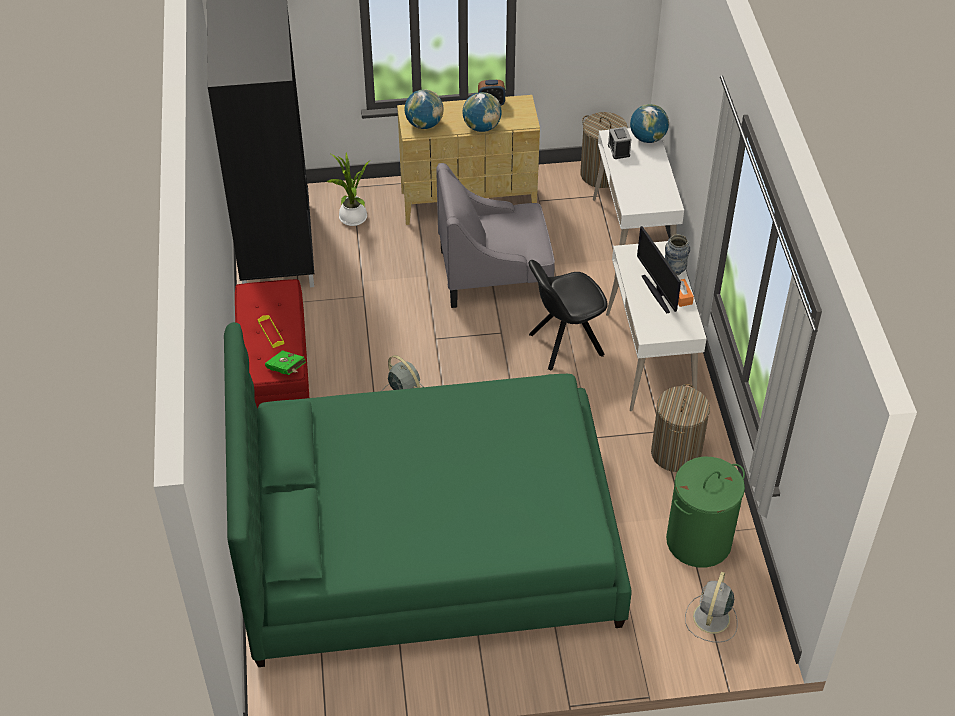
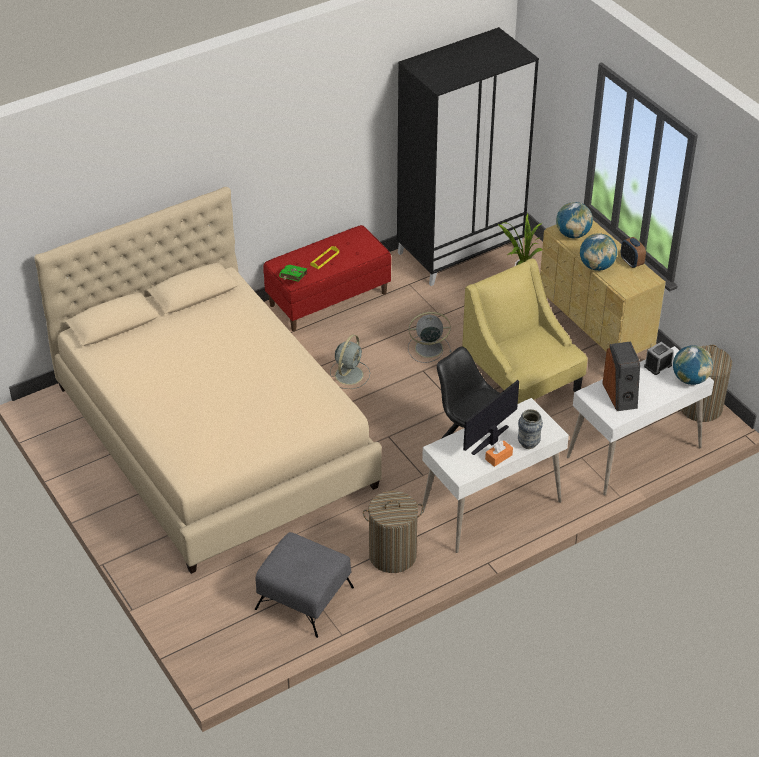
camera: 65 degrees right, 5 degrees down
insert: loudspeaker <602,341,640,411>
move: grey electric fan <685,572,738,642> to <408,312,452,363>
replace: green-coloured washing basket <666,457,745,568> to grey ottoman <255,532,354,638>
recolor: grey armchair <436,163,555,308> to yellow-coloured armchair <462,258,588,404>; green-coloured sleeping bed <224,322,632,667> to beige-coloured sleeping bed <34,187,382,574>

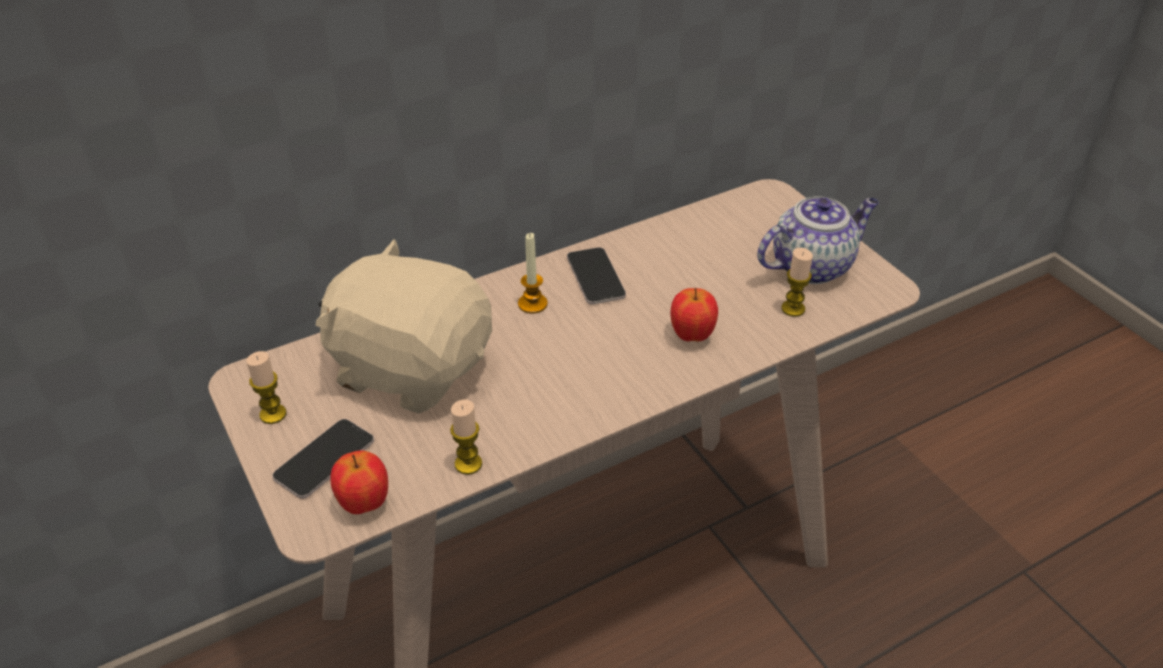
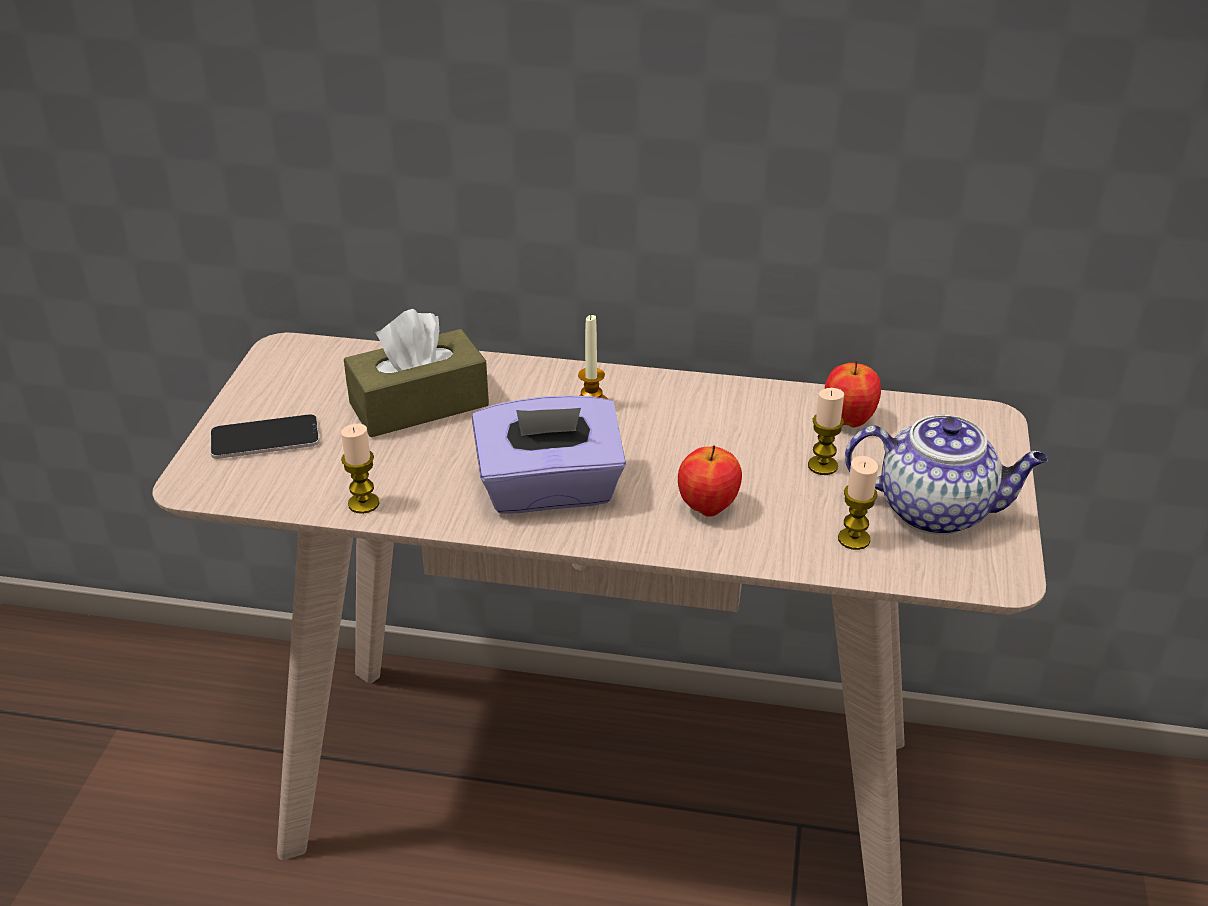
camera: 40 degrees right, 5 degrees down
delete: phone <567,247,626,304>
insert: purple tissue box <472,395,626,514>
move: wax light <246,351,287,424> to <808,388,844,475>; whole apple <330,450,388,514> to <825,361,881,427>
replace: beige-coloured cuddly toy <316,239,492,414> to brown-coloured tissue box <344,309,489,437>

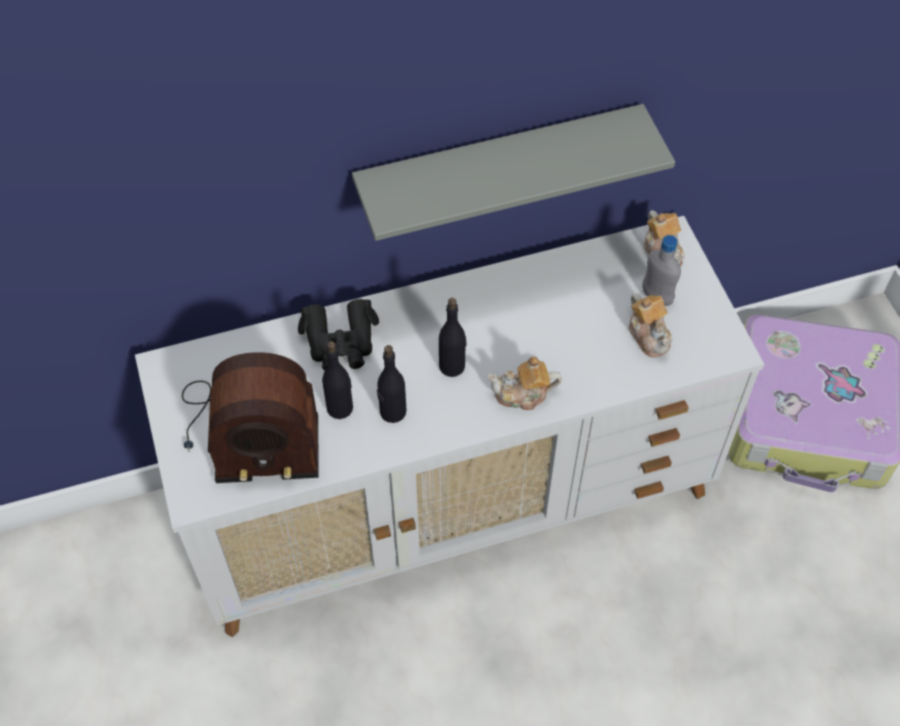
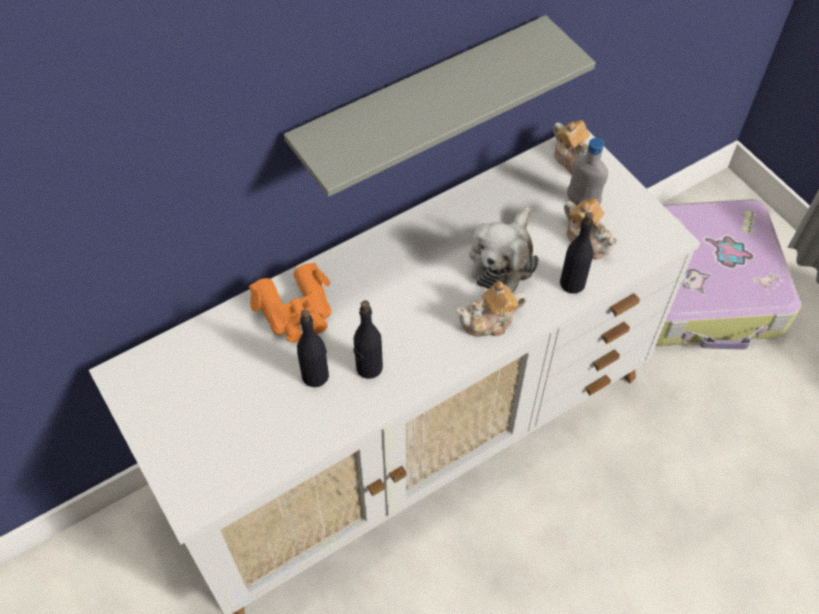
camera: 15 degrees left, 0 degrees up
delete: radio receiver <182,352,319,483>
insert: cuddly toy <469,206,539,293>
move: black-coloured beverage bottle <439,298,467,377> to <560,212,593,294>
recolor: black-coloured pair of binoculars <298,299,379,370> to orange pair of binoculars <249,263,332,343>

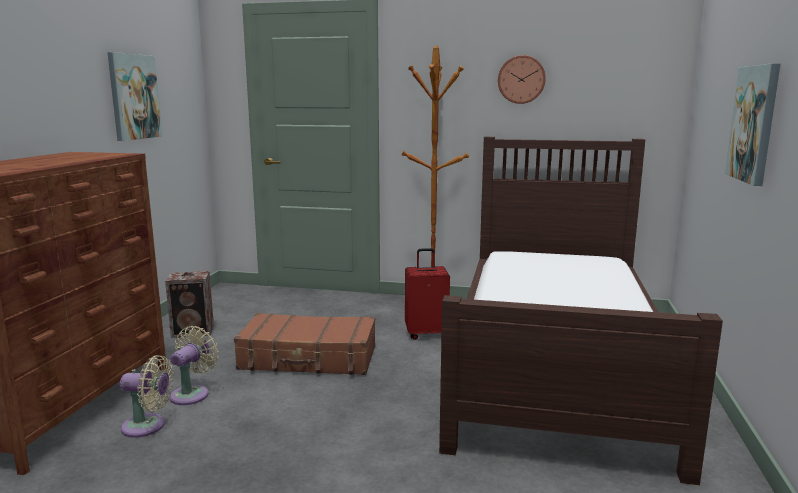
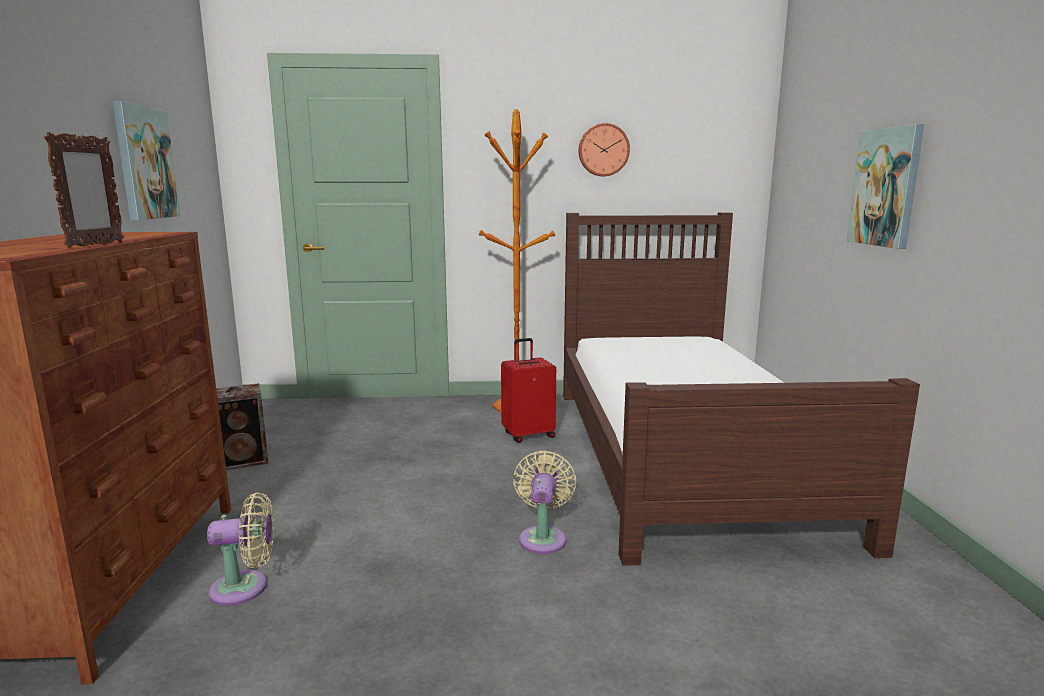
camera: 15 degrees left, 0 degrees up
delete: brown-coloured piece of luggage <234,313,375,375>
insert: standing frame <44,132,124,248>
move: beige-coloured electric fan <170,326,219,405> to <513,451,577,554>

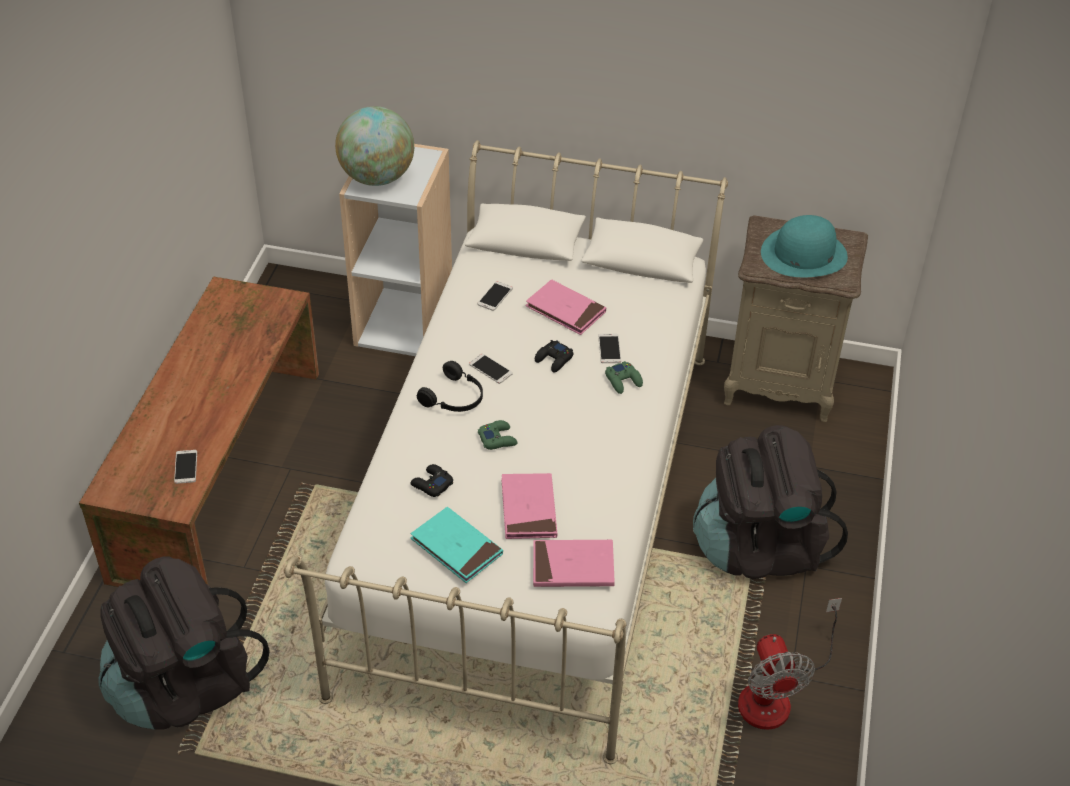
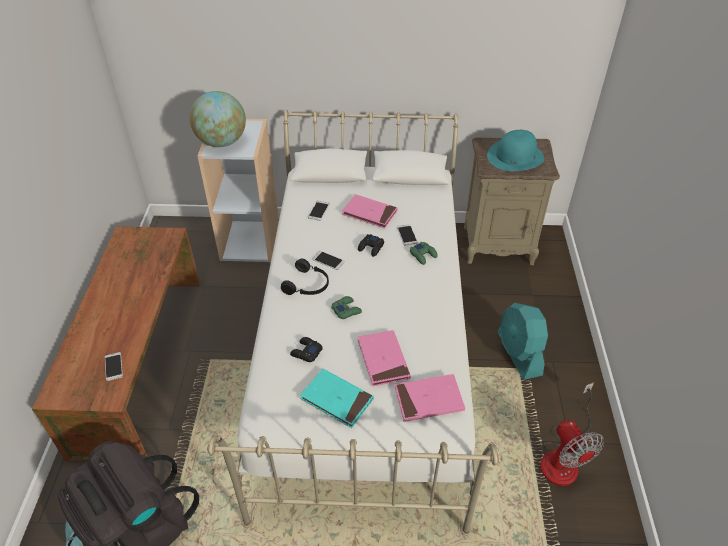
camera: 10 degrees left, 0 degrees up
replace: black-coloured knapsack <693,425,848,579> to turquoise-coloured electric fan <498,303,548,380>

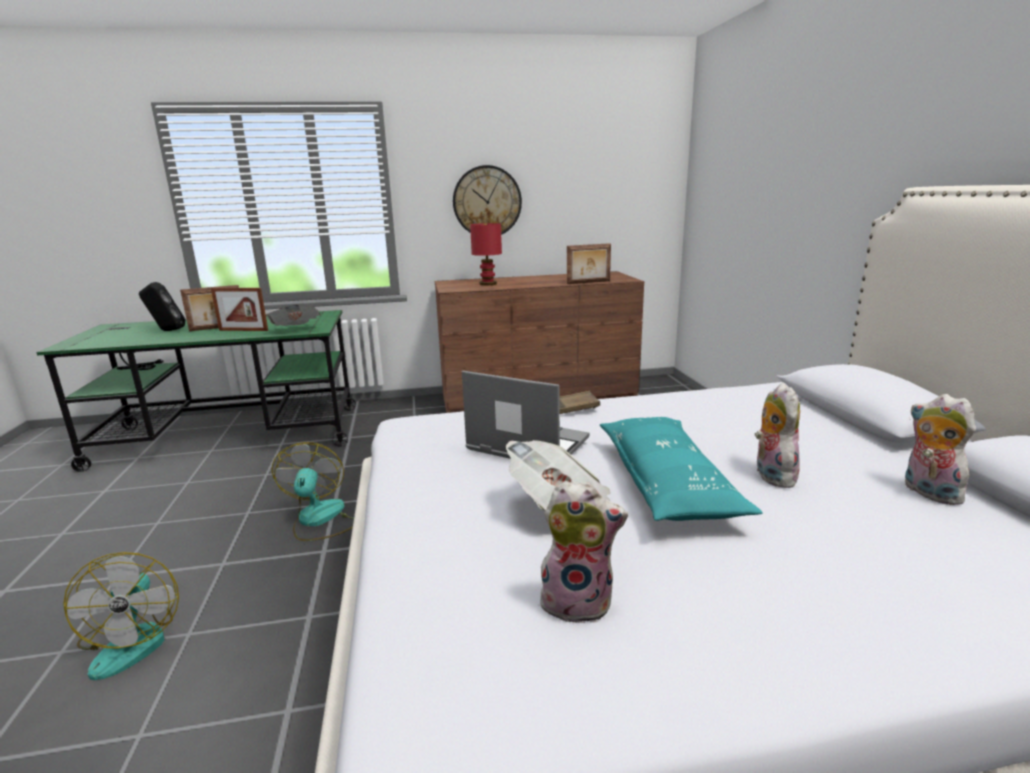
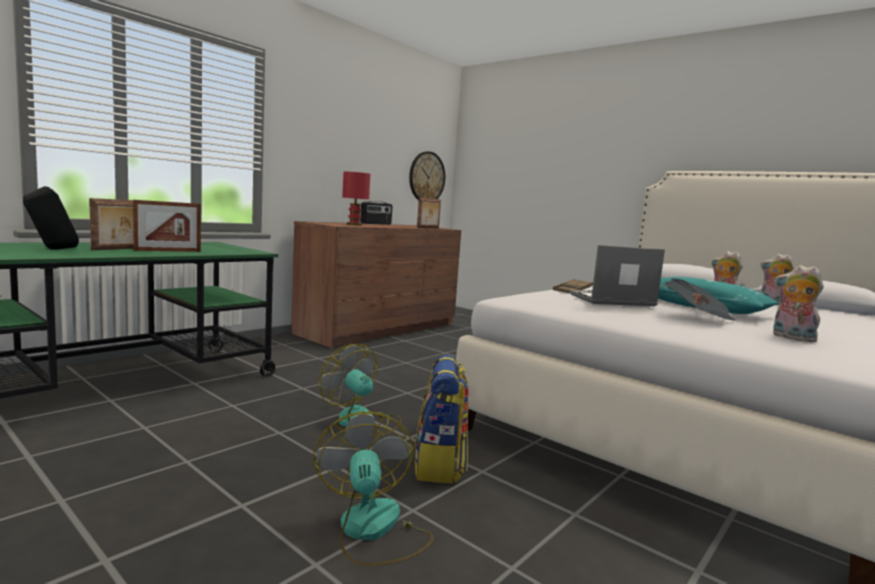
camera: 40 degrees left, 10 degrees down
delete: newspaper <266,305,320,326>
insert: radio receiver <360,201,393,225>; knapsack <414,355,469,483>
move: hanging clock <453,165,522,235> to <409,151,445,200>
rotate: cuddly toy <540,481,628,623> = <773,265,824,342> 105 degrees counterclockwise; electric fan <63,552,179,680> = <313,411,434,566> 135 degrees counterclockwise

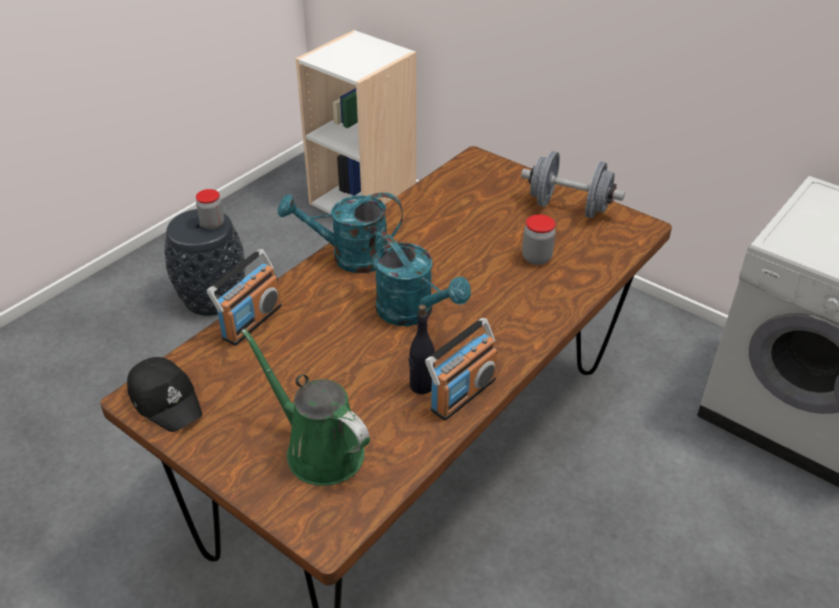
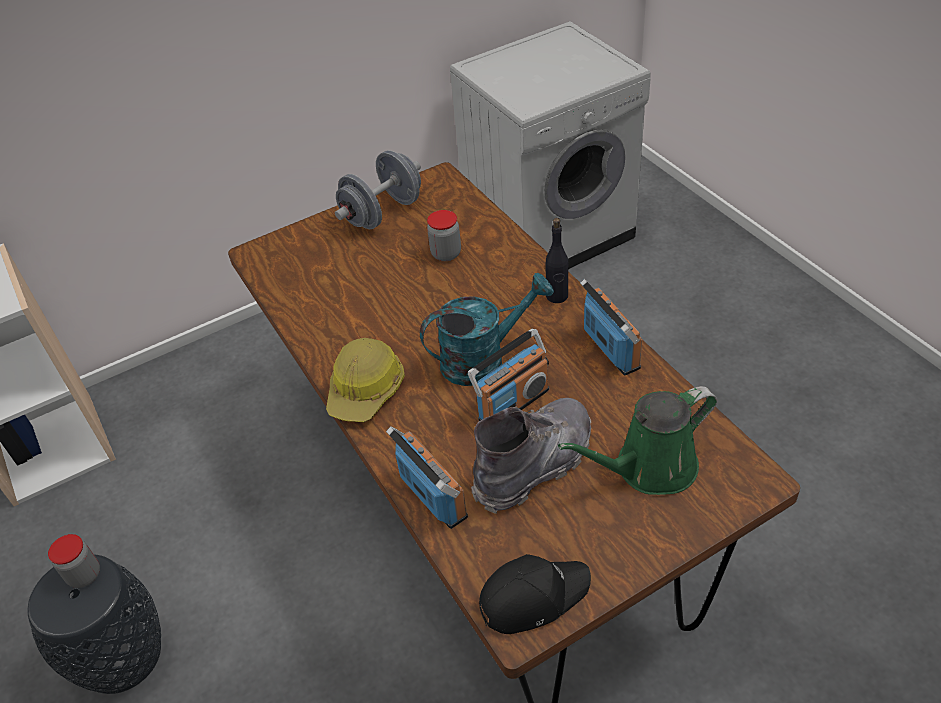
camera: 65 degrees left, 5 degrees up
insert: radio receiver <468,329,549,421>; grey boot <471,398,591,514>
move: black-coloured beverage bottle <409,305,435,394> to <546,218,568,303>
replace: turquoise-coloured watering pot <278,192,403,273> to hard hat <326,338,405,422>

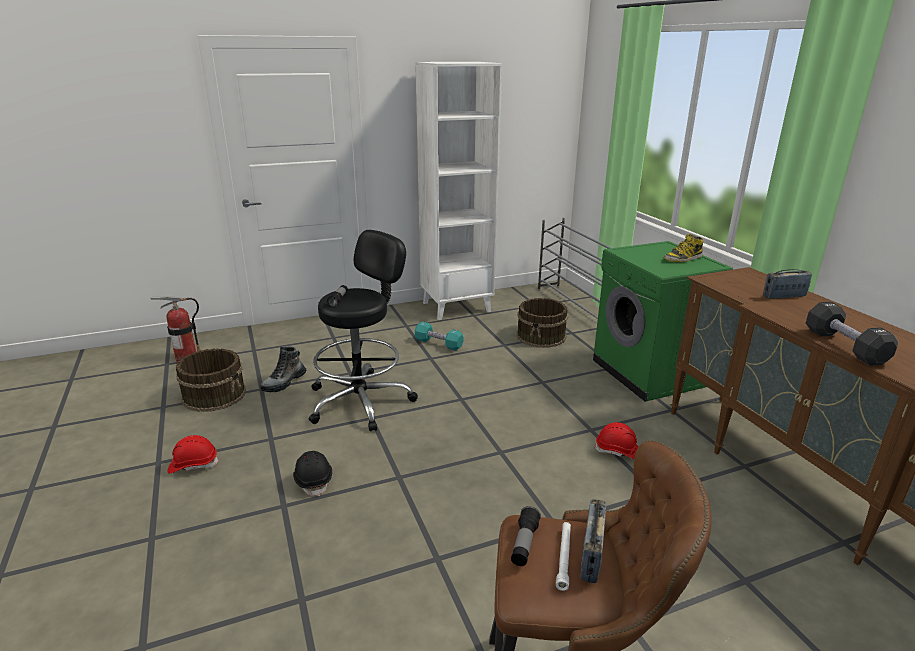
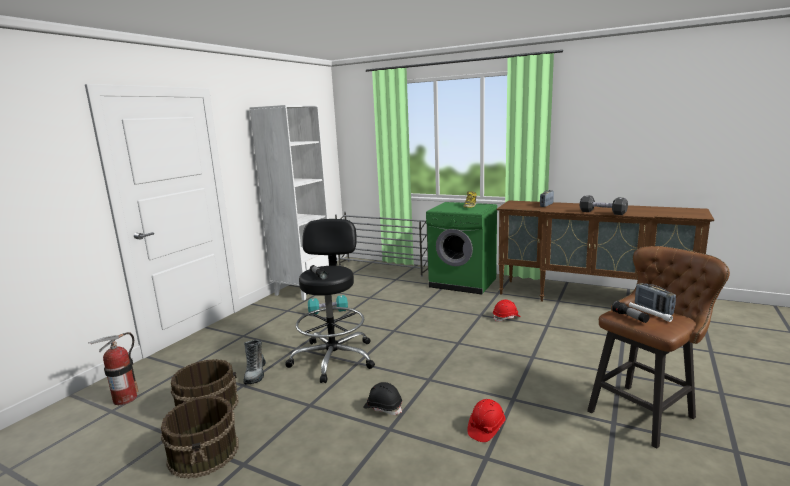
camera: 40 degrees left, 10 degrees down
move: brown-coloured pail <516,298,568,348> to <161,396,239,479>; red hard hat <168,435,219,474> to <467,399,506,442>

